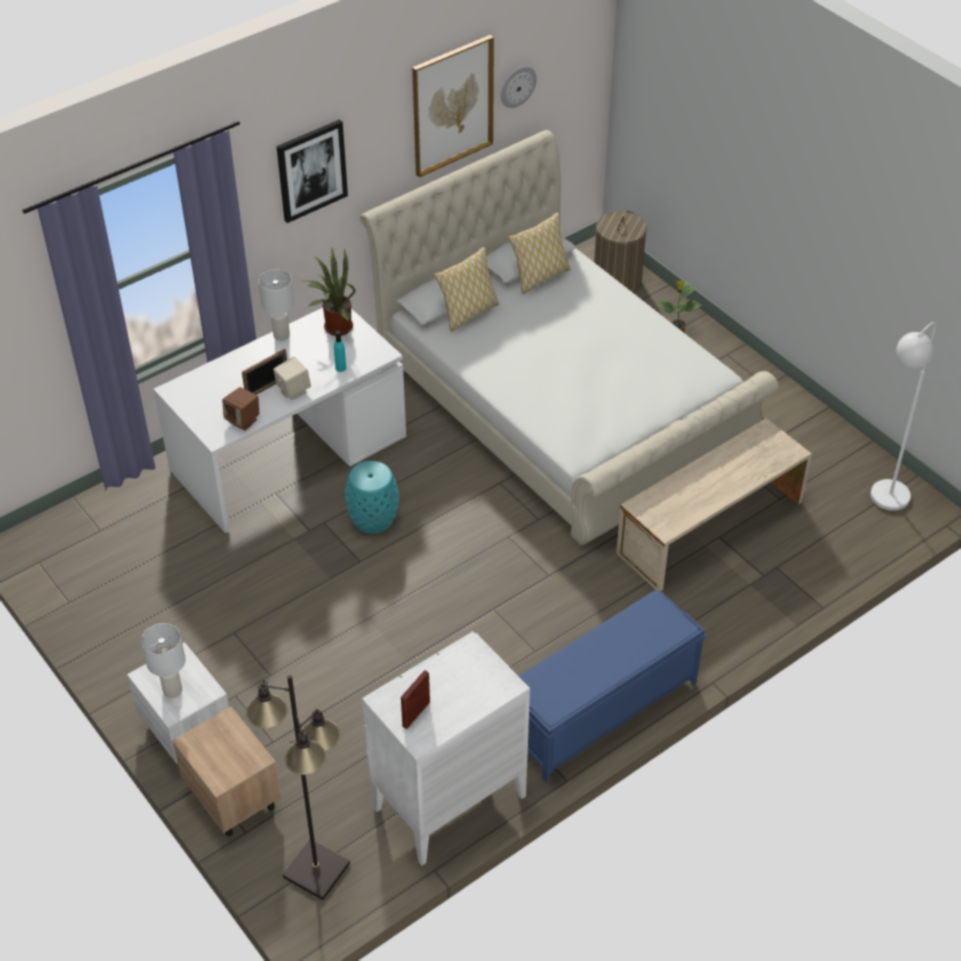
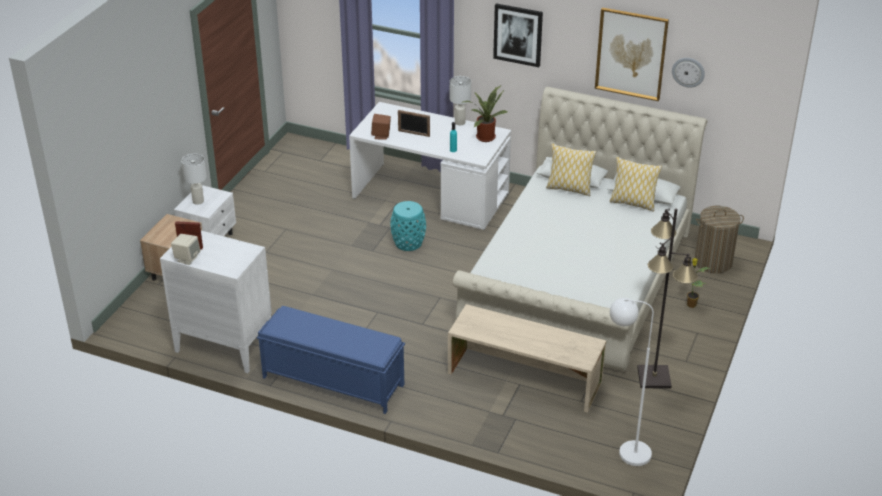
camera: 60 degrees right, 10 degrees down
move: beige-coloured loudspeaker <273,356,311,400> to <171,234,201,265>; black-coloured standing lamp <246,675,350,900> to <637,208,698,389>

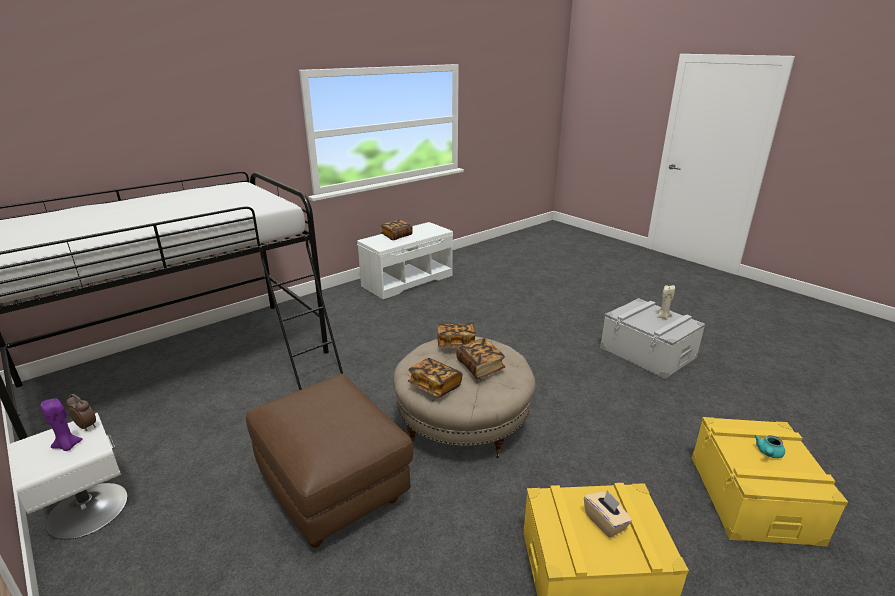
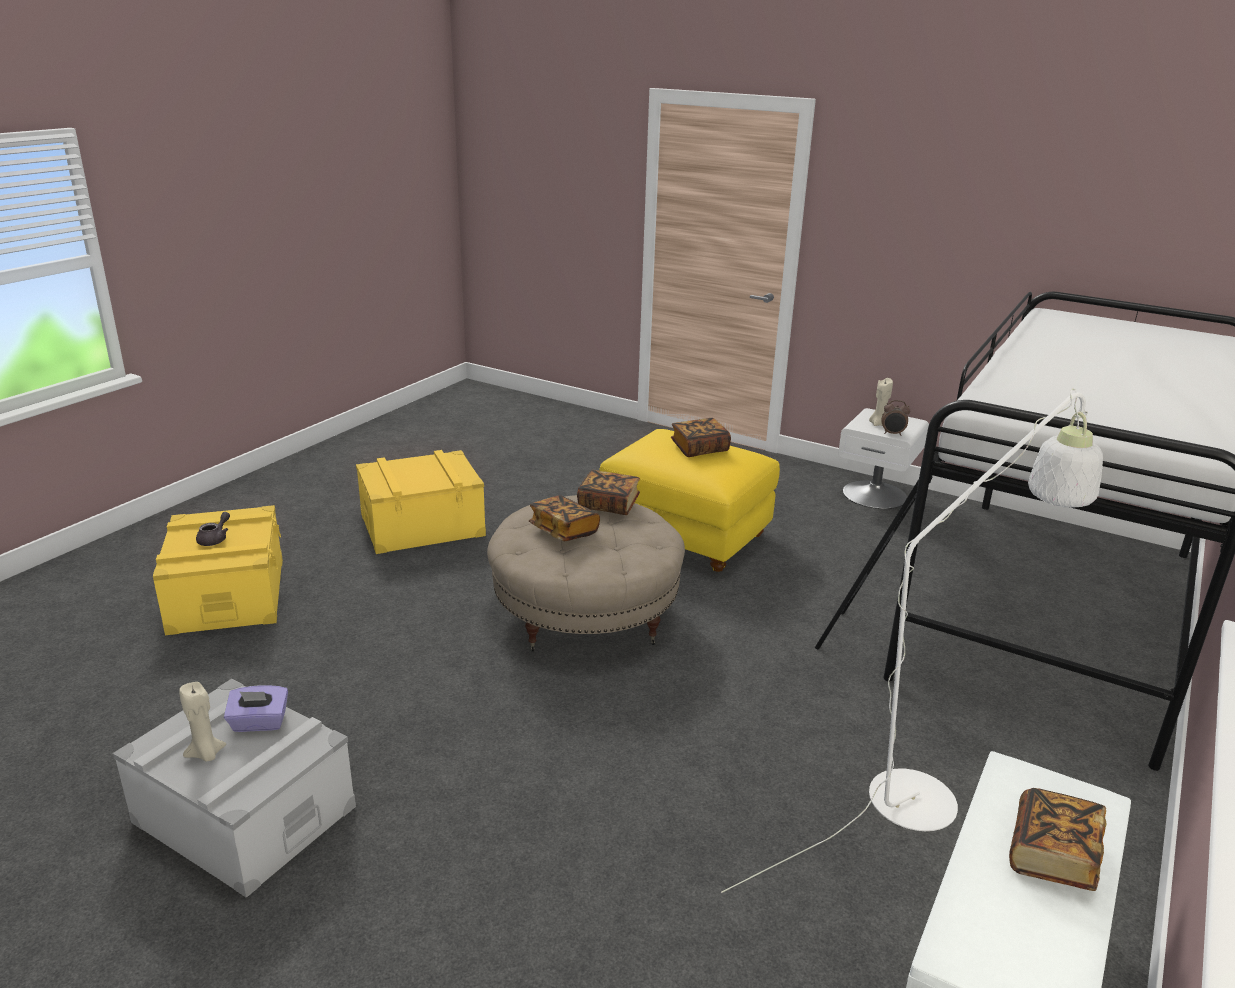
camera: 160 degrees right, 0 degrees up
delete: beige-coloured tissue box <584,490,632,538>
insert: whitish standing lamp <721,388,1103,893>; purple tissue box <224,685,288,732>
move: volume <437,323,476,348> to <671,418,731,457>
recolor: brown-coloured ottoman <246,375,413,547> to yellow-coloured ottoman <599,429,780,572>; purple wax light <40,398,83,451> to beige-coloured wax light <869,378,893,426>; turquoise-coloured teapot <754,435,785,458> to grey teapot <196,512,230,546>

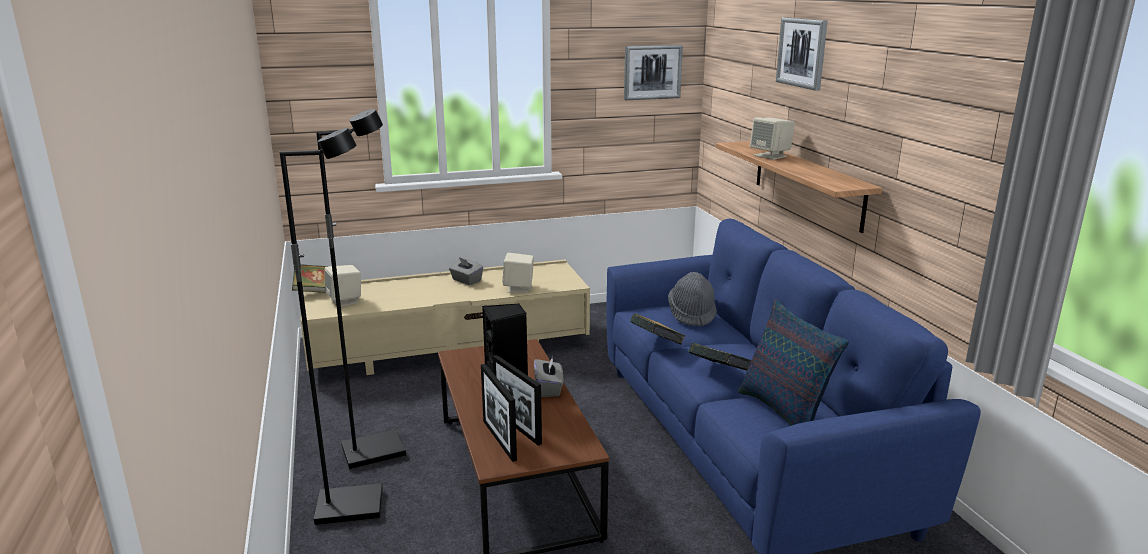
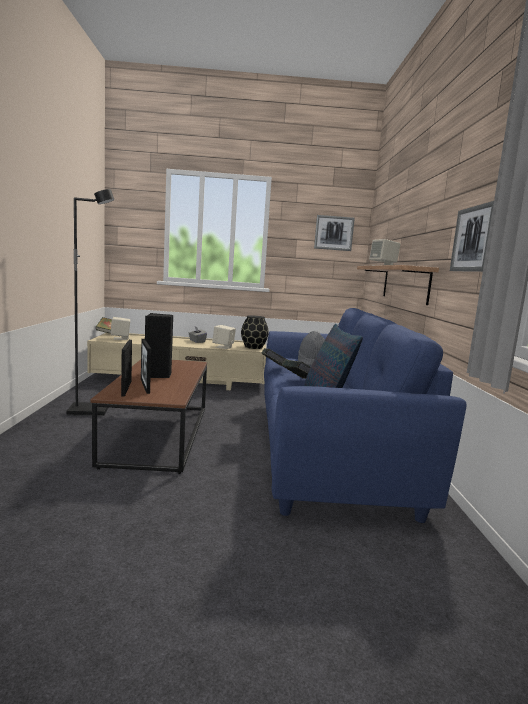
camera: 15 degrees right, 10 degrees down
delete: black-coloured standing lamp <279,128,383,526>; grey tissue box <534,356,563,397>
insert: black-coloured vase <241,315,269,349>
move: wall picture <776,17,828,91> to <450,201,494,272>

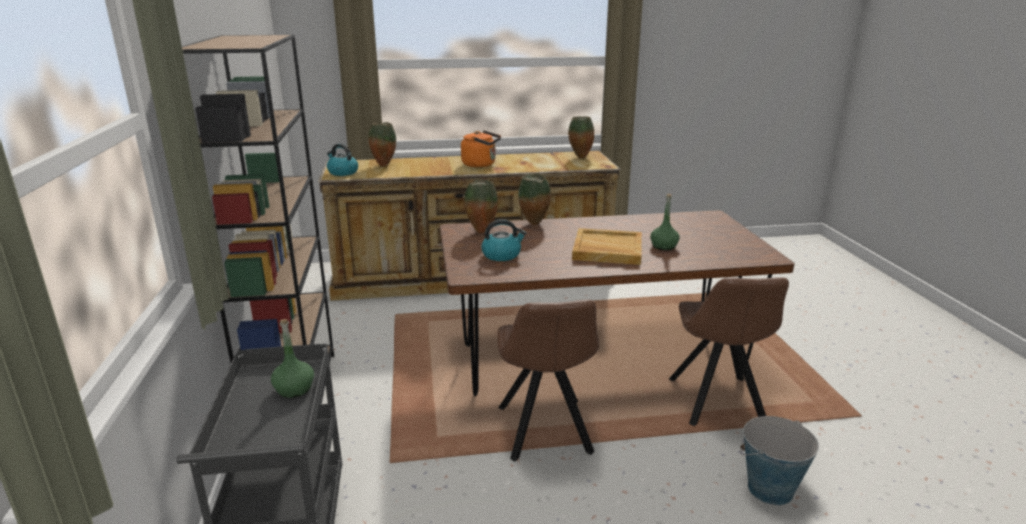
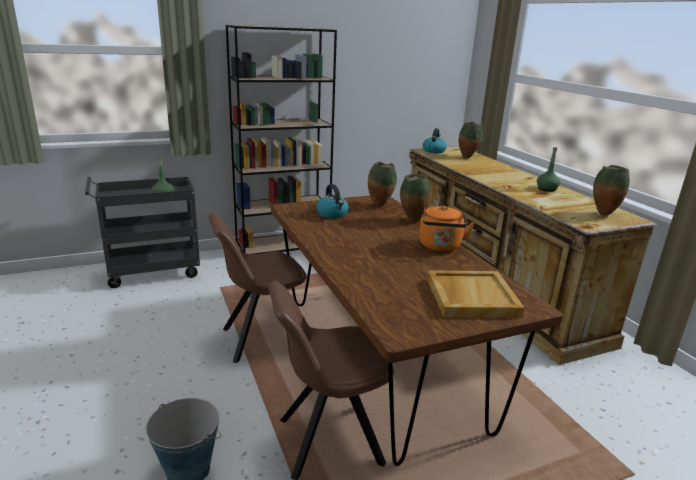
camera: 75 degrees right, 0 degrees up
move: orange tea kettle <461,130,501,167> to <419,206,475,252>; green-coloured beverage bottle <650,194,680,250> to <537,147,560,192>; beige-coloured carrying tray <572,228,642,265> to <427,270,525,318>

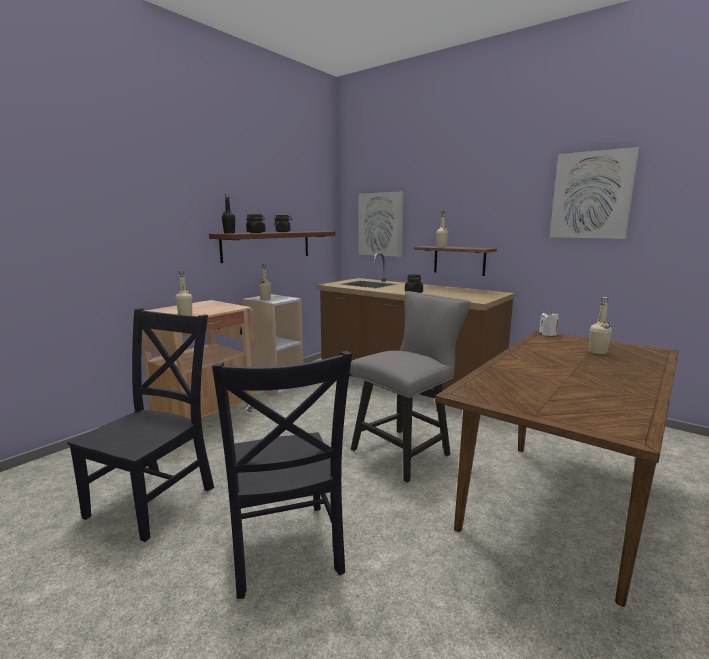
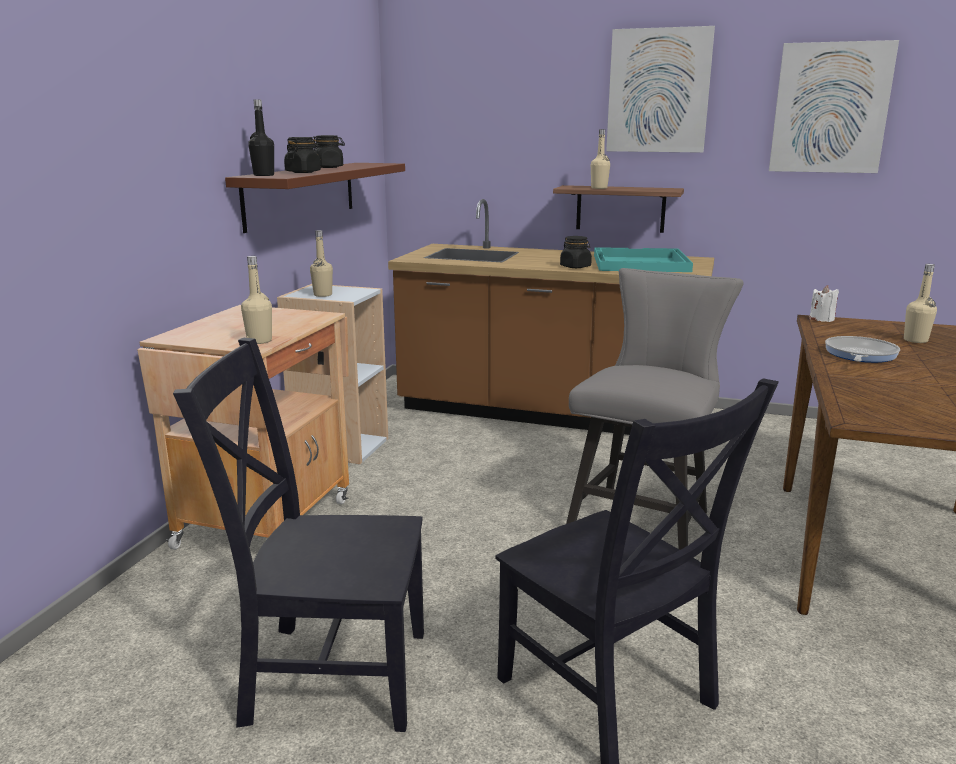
camera: 20 degrees left, 5 degrees up
insert: turquoise-coloured carrying tray <594,247,693,272>; frying pan <825,336,900,363>
move: wall picture <359,192,404,257> to <606,26,715,153>
rotate: black-coloured upright chair <67,308,214,542> = <173,338,424,732> 90 degrees counterclockwise

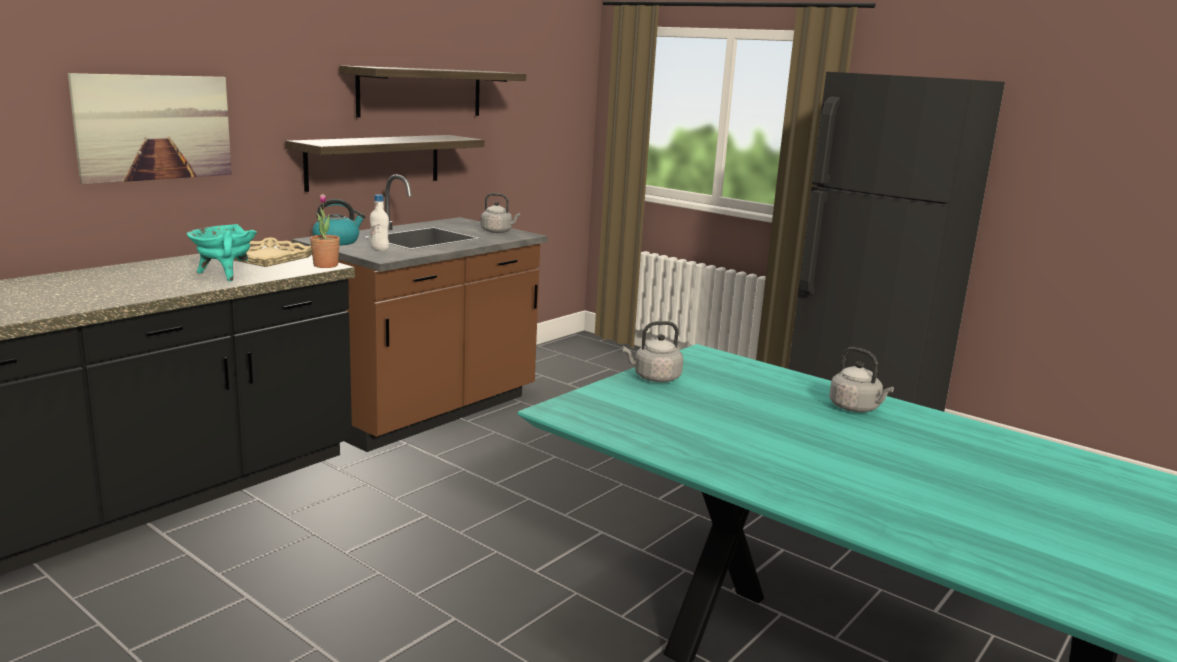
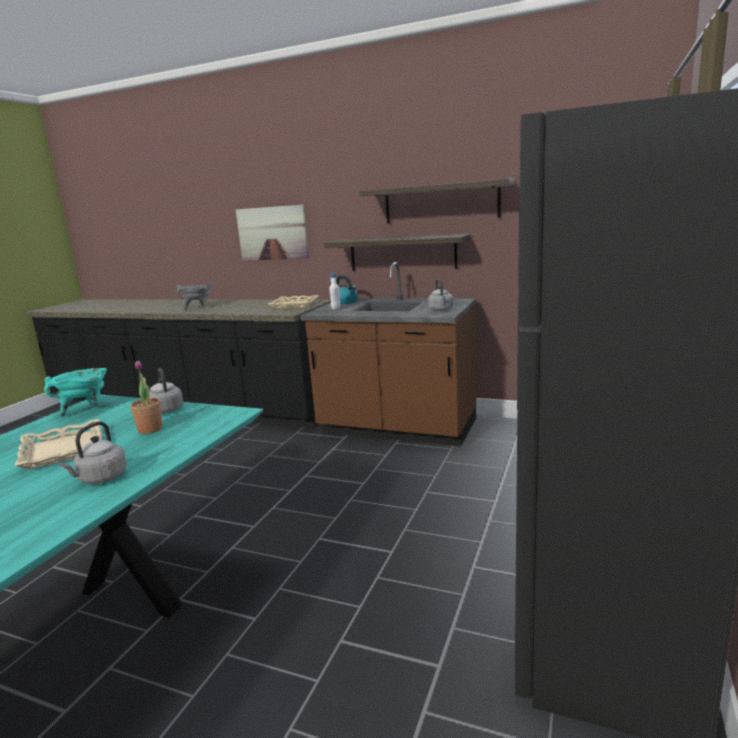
camera: 75 degrees right, 0 degrees up
insert: grey stockpot <177,284,212,310>; beige-coloured carrying tray <15,419,102,470>
move: plant in a pot <310,194,340,268> to <130,361,163,434>; turquoise-coloured stockpot <187,224,257,282> to <44,368,107,417>

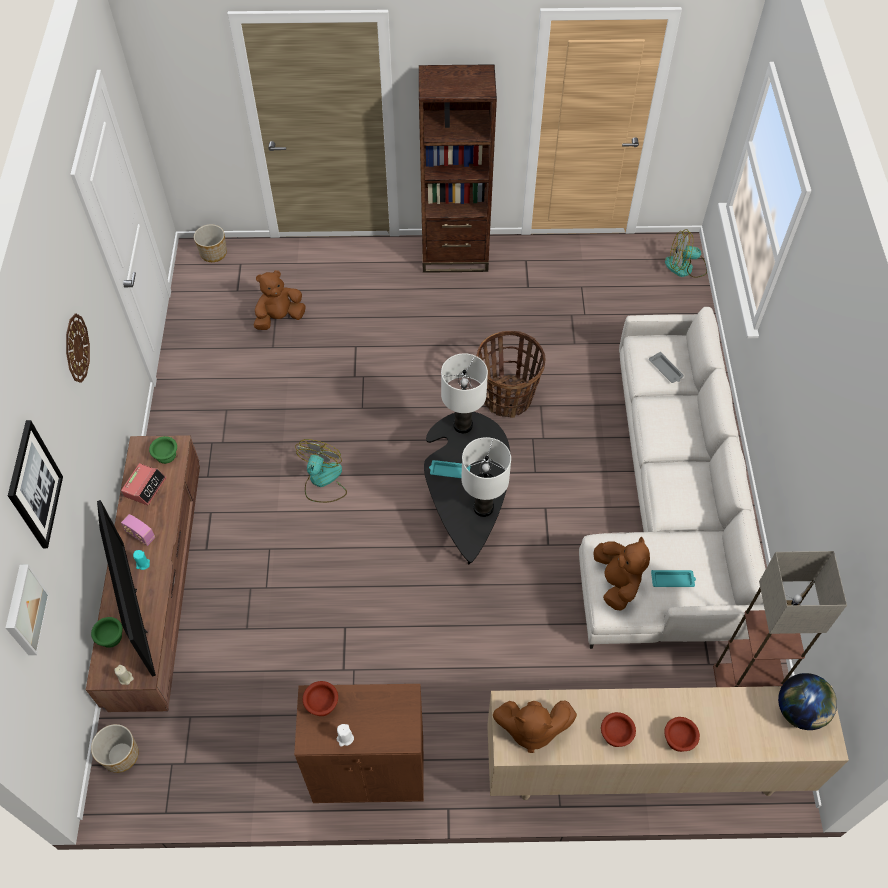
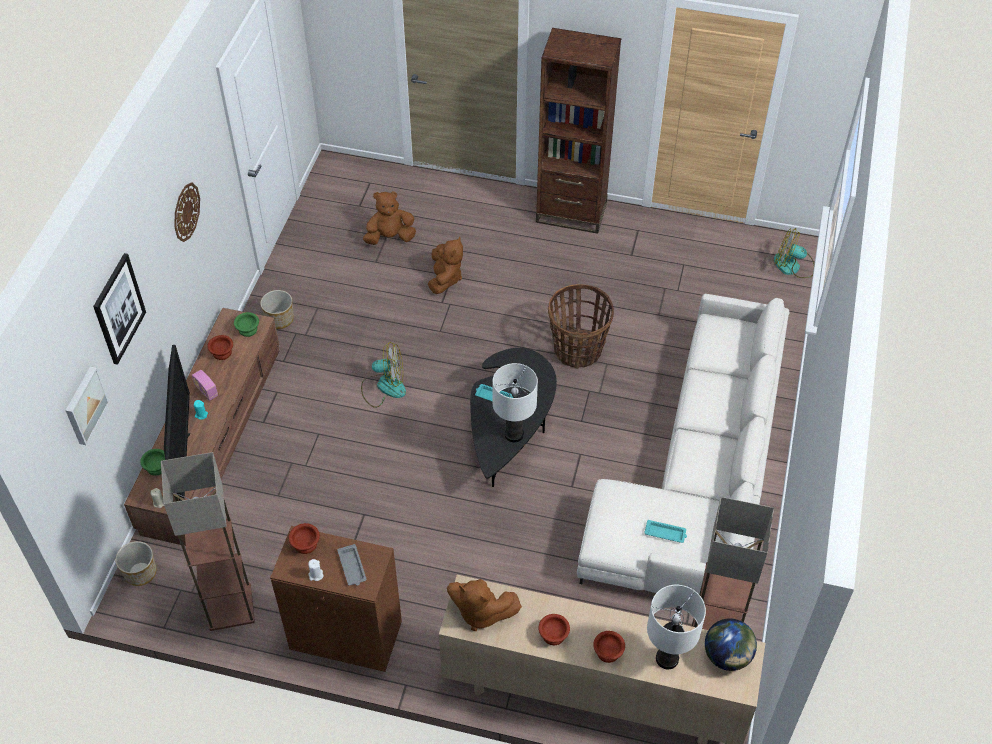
camera: 15 degrees right, 5 degrees down
insert: standing lamp <161,452,255,631>
move: plant pot <194,224,227,262> to <260,290,294,329>; grey carrying tray <649,352,684,383> to <337,544,366,586>; whitish tabletop lamp <441,353,488,433> to <647,585,706,669>; brown-coloured cuddly toy <593,537,650,611> to <428,236,463,294>
replace: table clock <121,463,166,505> to brown-coloured deep dish <207,335,233,360>
rotate: electric fan <295,439,347,503> = <361,342,406,408> 60 degrees clockwise

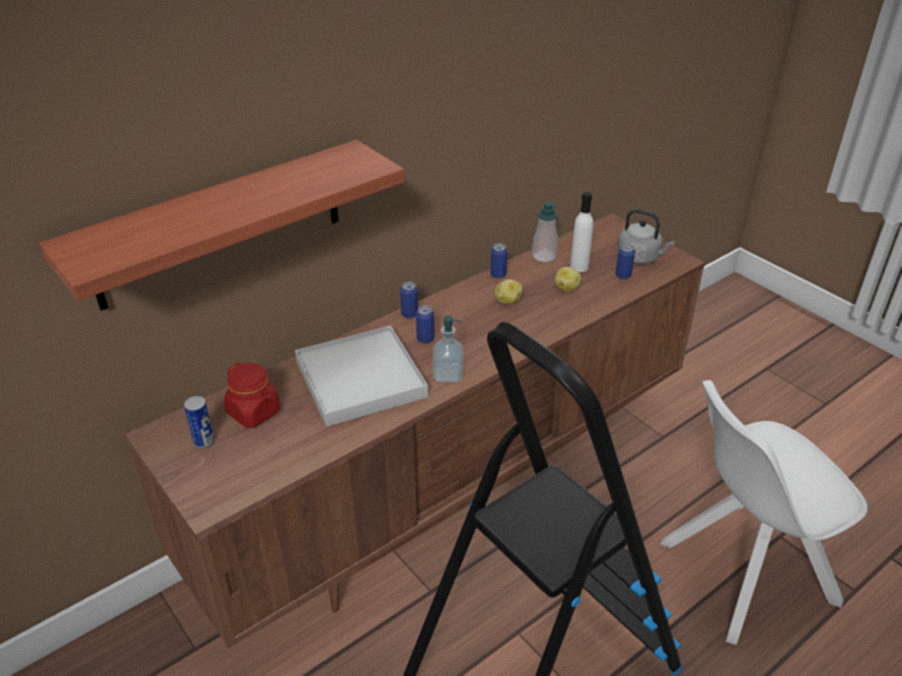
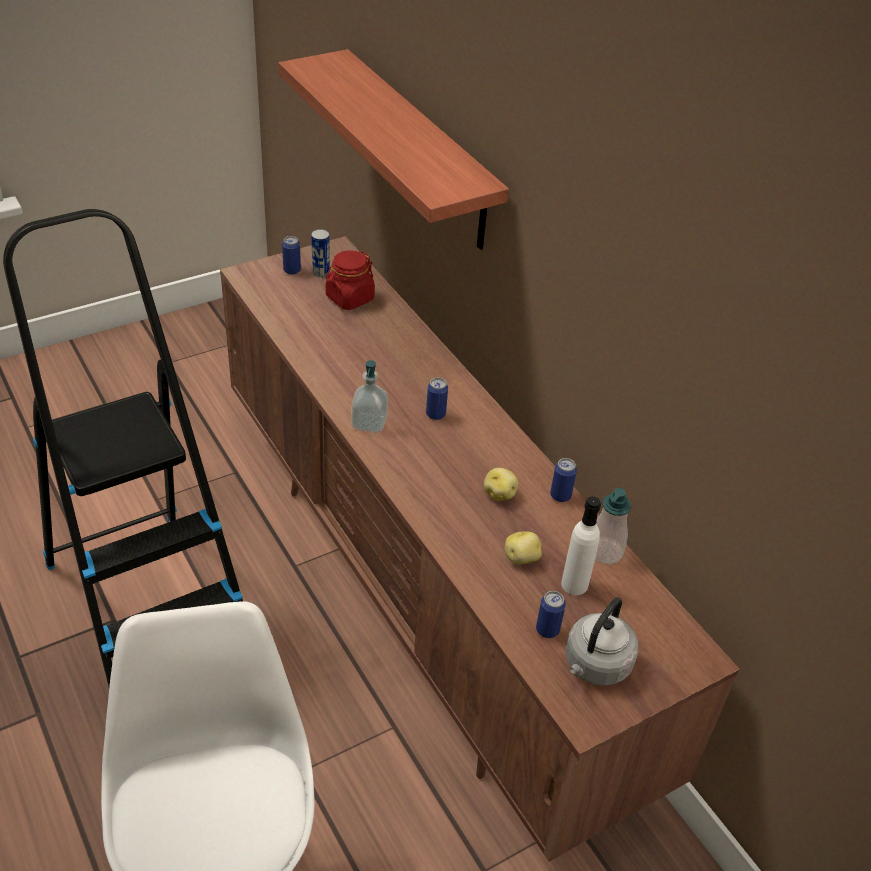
camera: 95 degrees right, 5 degrees up
delete: whitish carrying tray <295,326,428,427>
move: can <400,282,418,319> to <282,236,301,275>

